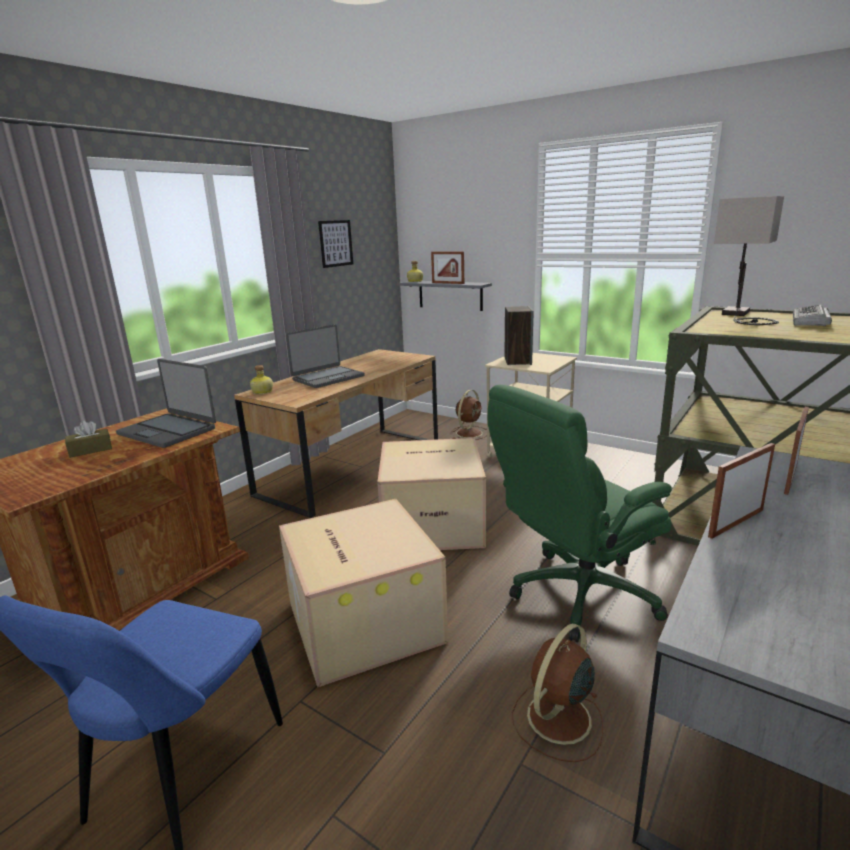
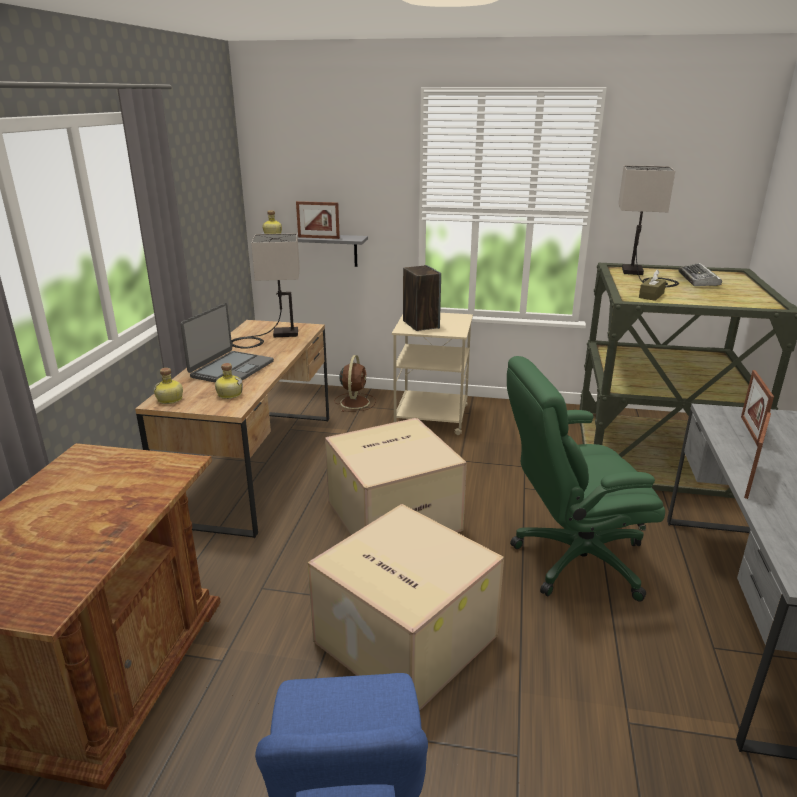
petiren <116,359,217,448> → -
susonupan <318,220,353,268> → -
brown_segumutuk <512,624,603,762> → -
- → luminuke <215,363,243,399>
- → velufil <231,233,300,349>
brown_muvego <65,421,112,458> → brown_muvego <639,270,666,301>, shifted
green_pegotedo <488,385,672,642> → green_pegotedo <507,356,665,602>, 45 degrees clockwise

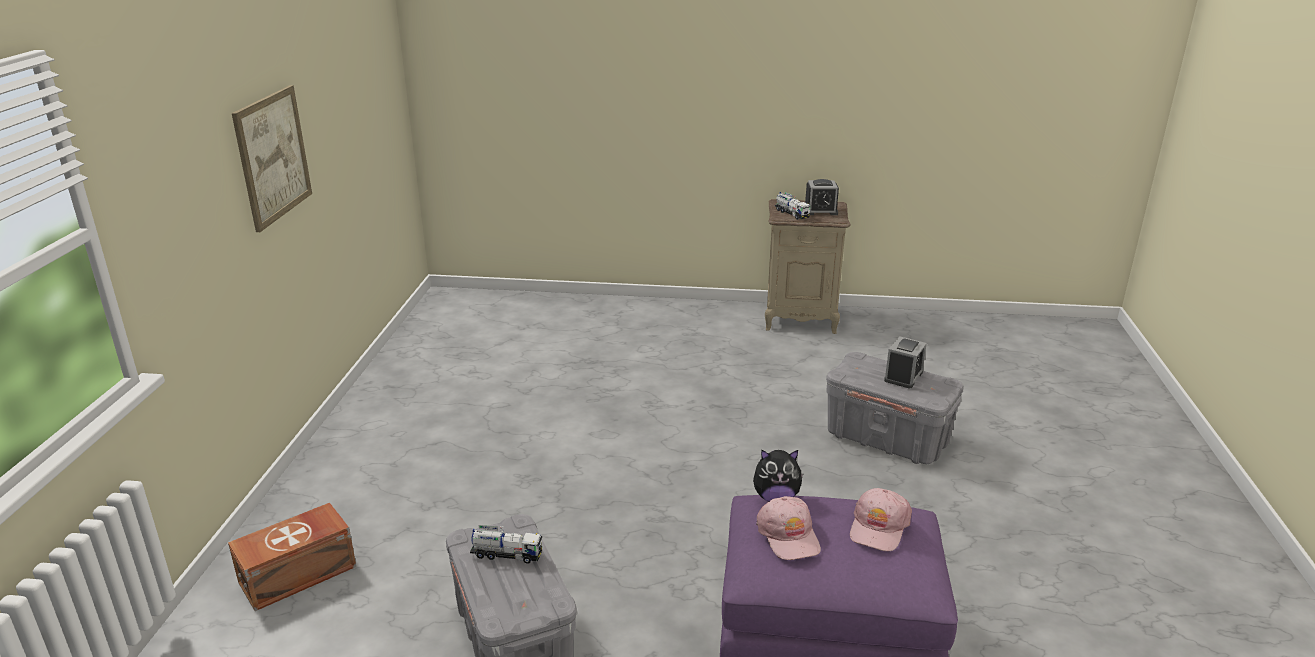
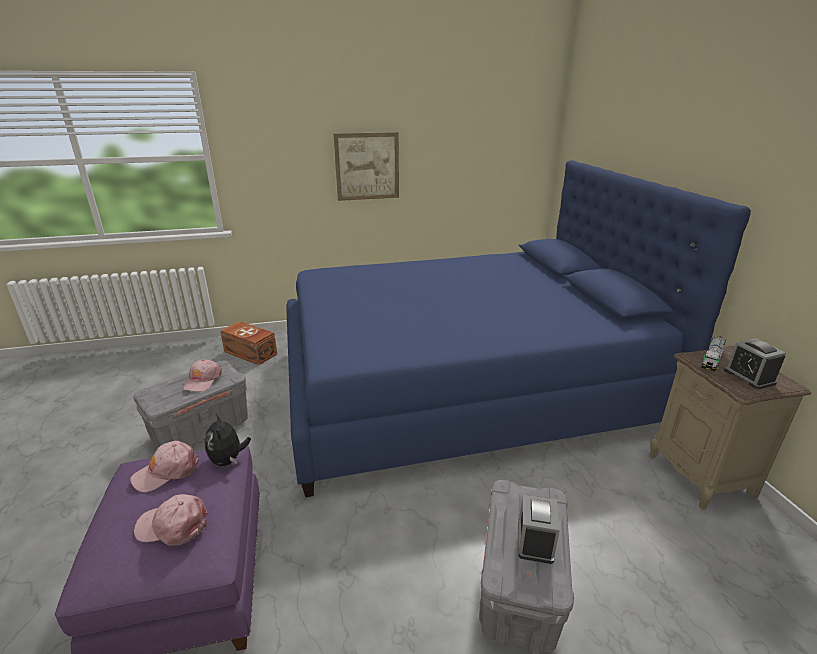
- → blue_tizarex <286,160,751,497>
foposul <470,525,543,564> → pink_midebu <183,359,222,392>
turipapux <884,336,927,388> → turipapux <518,495,560,564>, 90 degrees clockwise

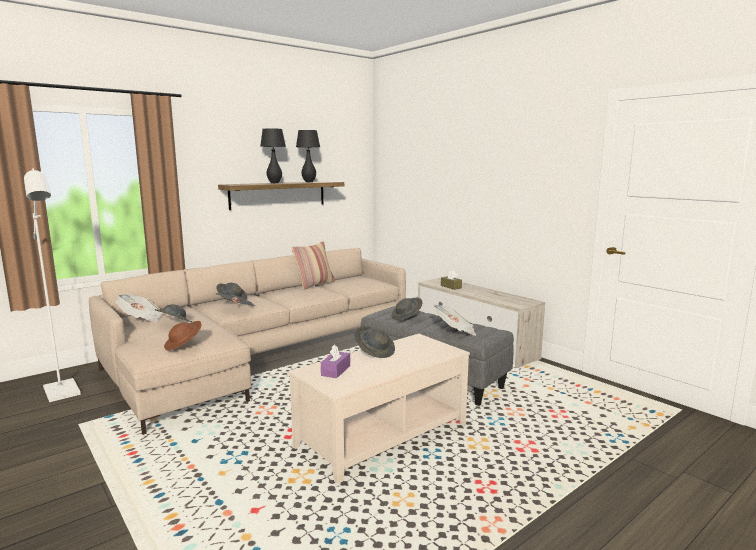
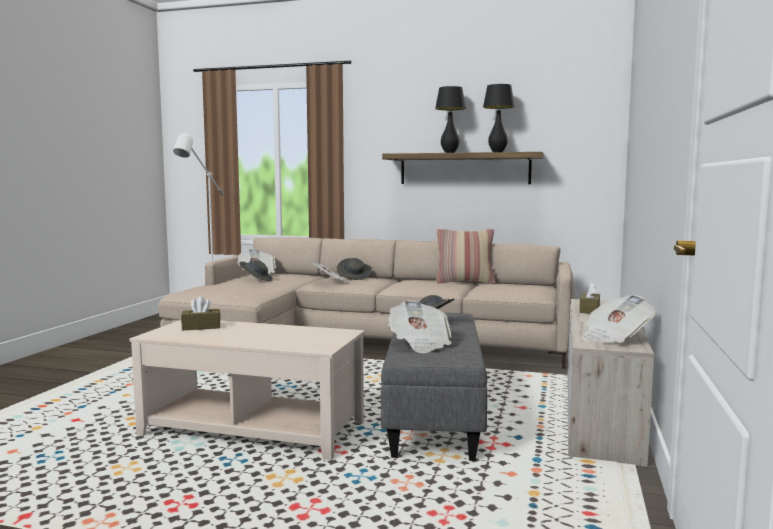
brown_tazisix <164,321,201,350> → -
grey_tazisix <355,326,395,358> → -
- → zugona <581,295,656,343>
purple_muvego <321,344,350,378> → brown_muvego <181,296,221,330>

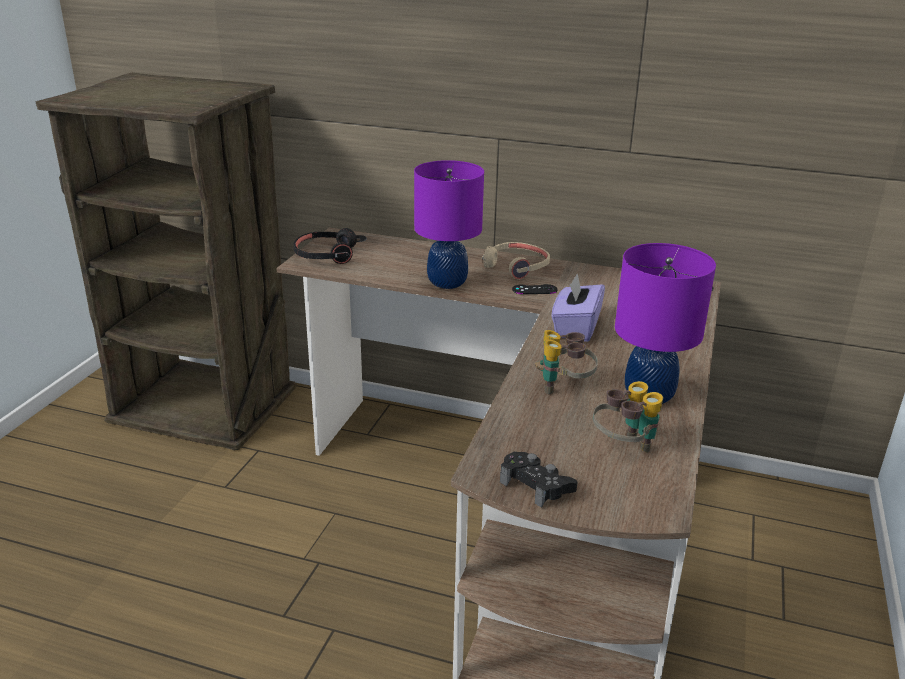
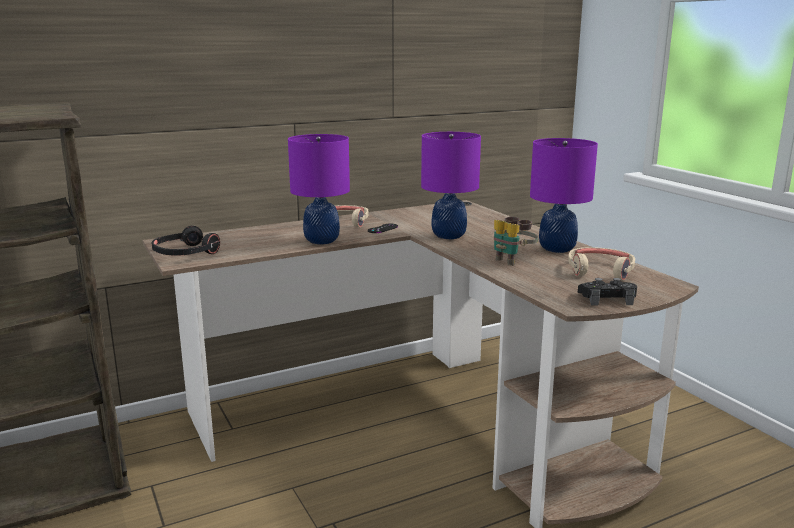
purple_muvego <551,274,605,342> → purple_velufil <421,132,481,239>
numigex <593,381,663,452> → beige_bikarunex <568,247,635,281>

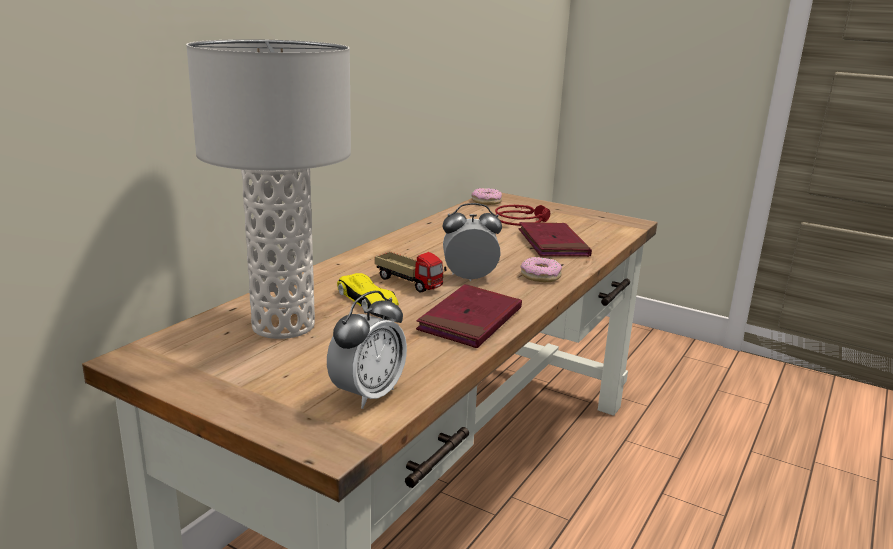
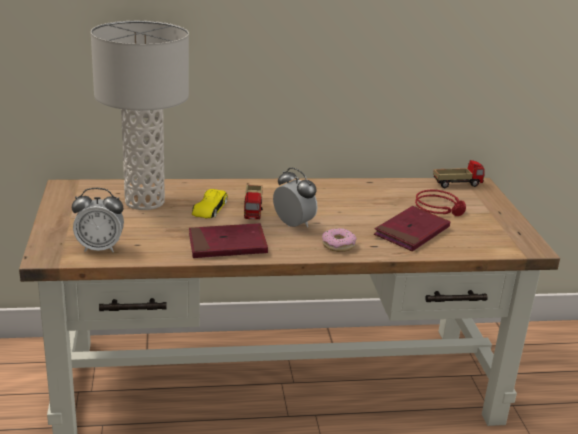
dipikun <471,188,502,205> → foposul <433,160,485,188>

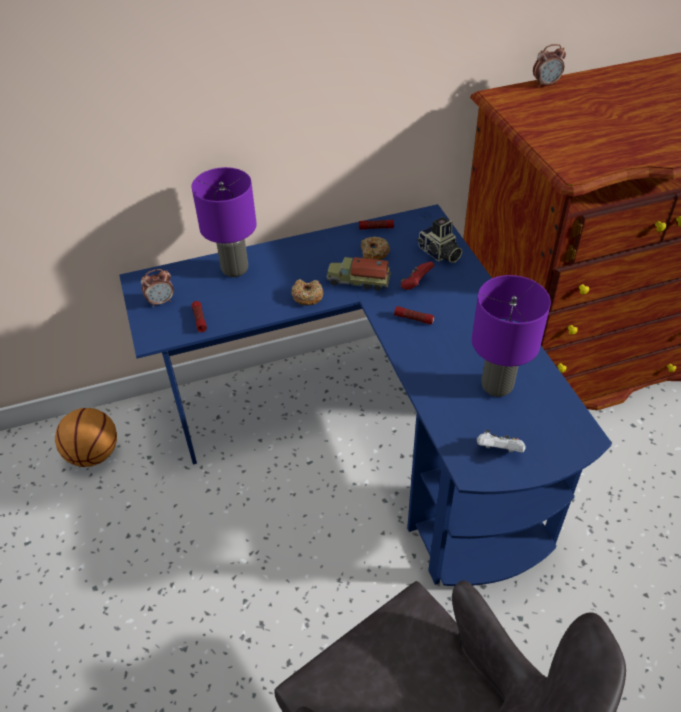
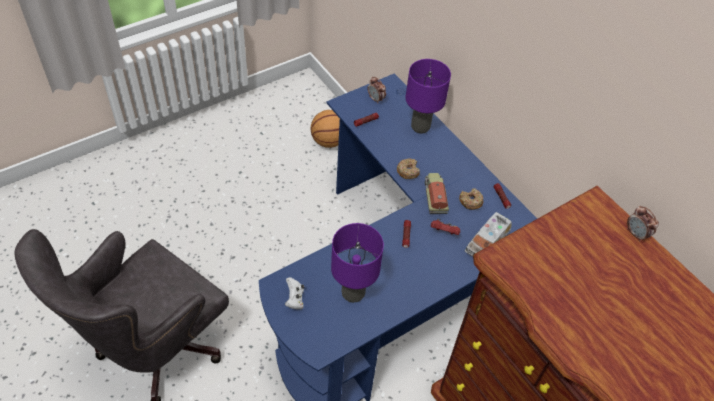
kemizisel <417,217,462,263> → foposul <465,212,512,256>

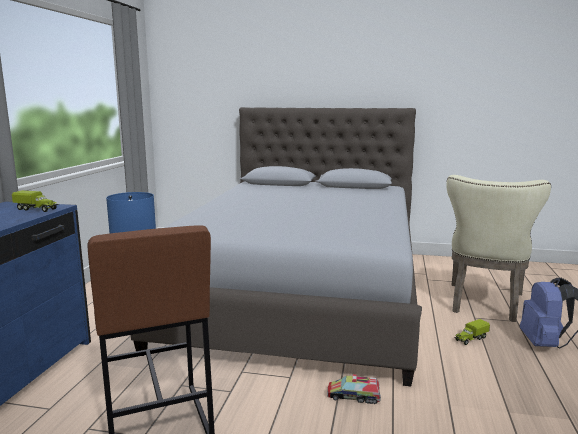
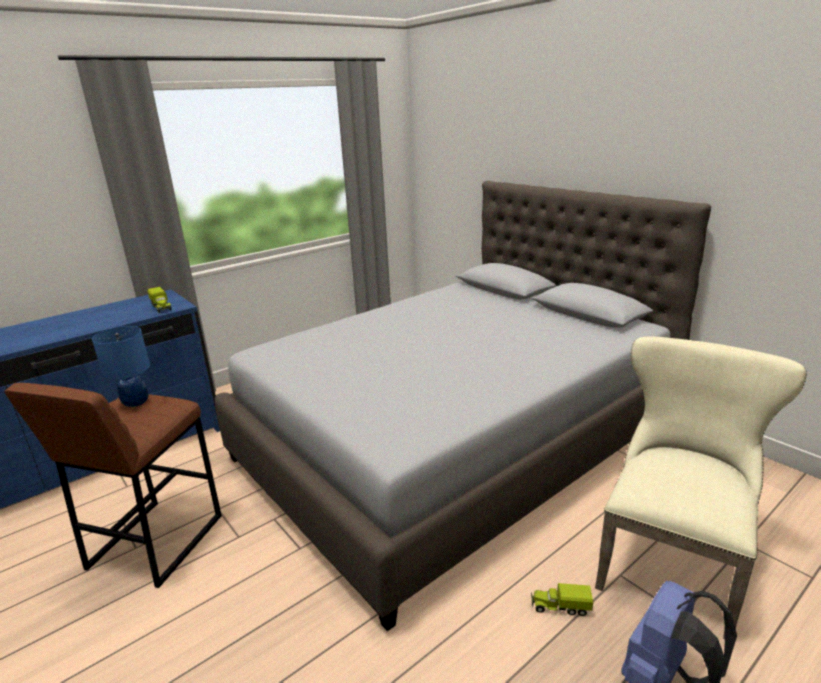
foposul <327,374,381,404> → -
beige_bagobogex <446,175,551,322> → beige_bagobogex <595,336,807,639>, 150 degrees clockwise

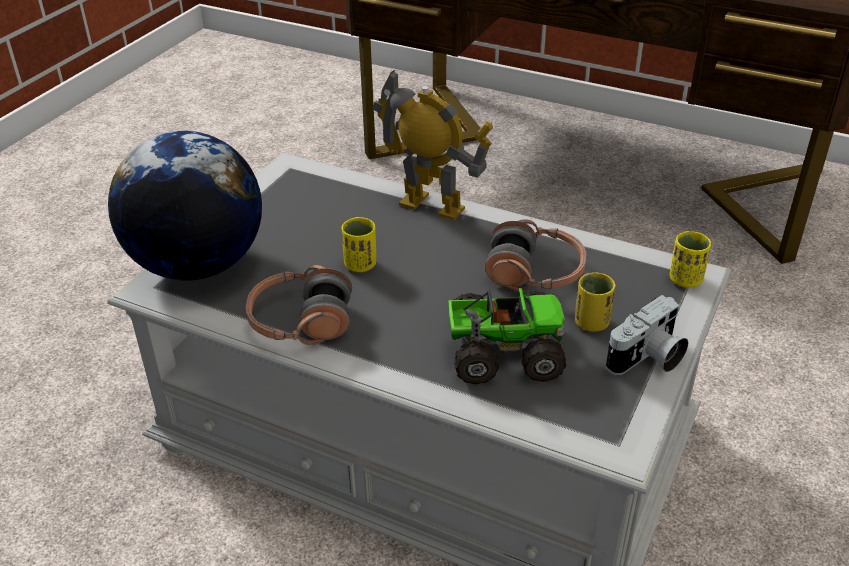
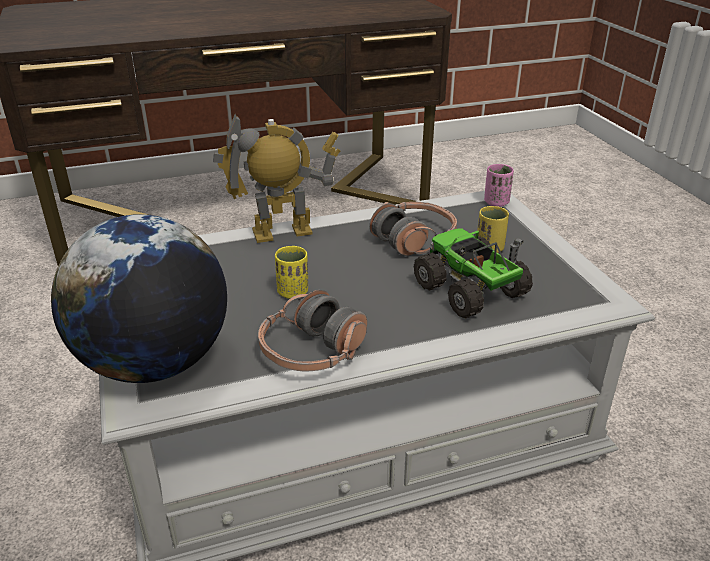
kemizisel <606,295,688,375> → -
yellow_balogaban <670,231,711,288> → pink_balogaban <484,164,514,207>
foposul <448,288,566,384> → foposul <413,229,533,318>, 75 degrees counterclockwise

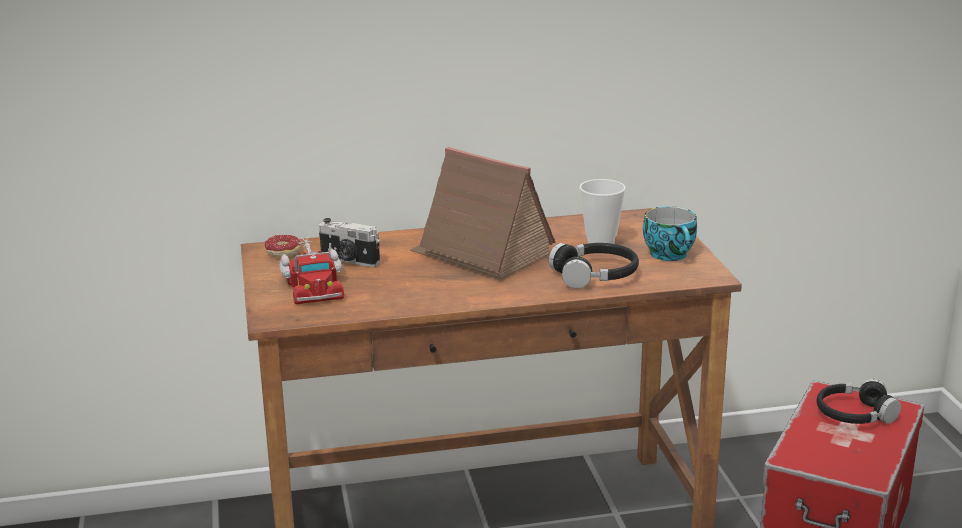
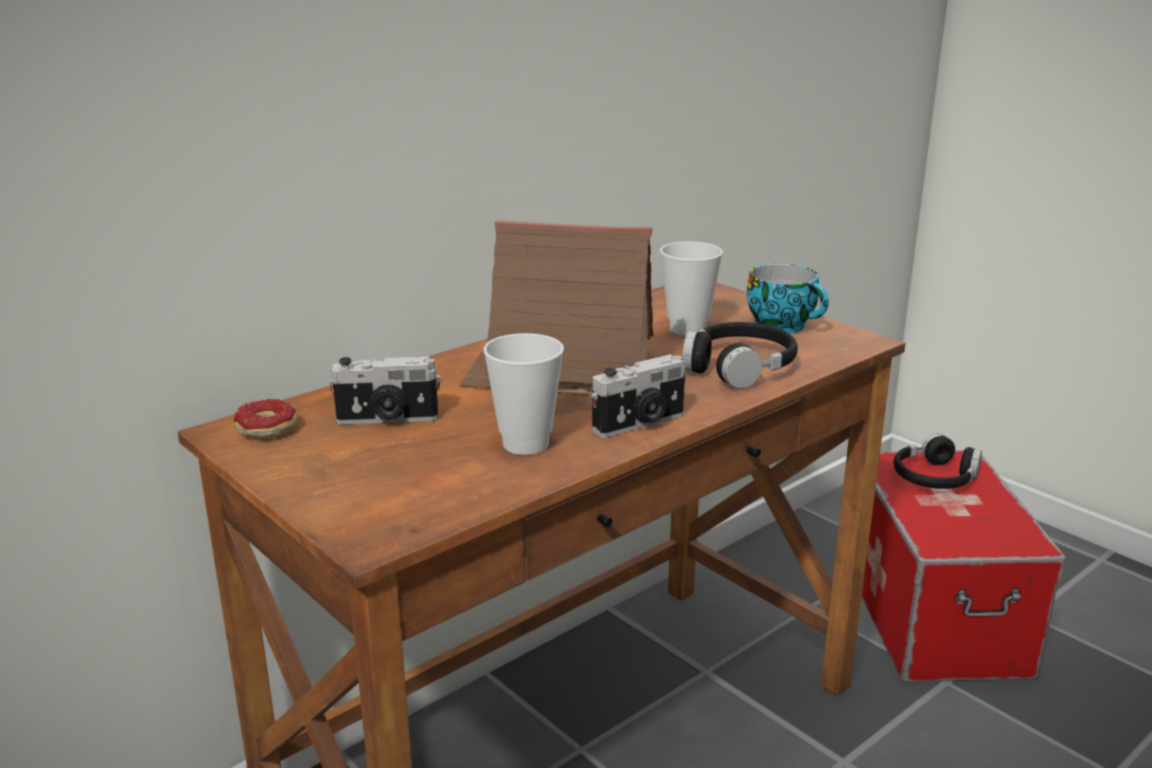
foposul <279,237,344,304> → -
- → balogaban <484,333,564,455>
- → kemizisel <591,354,686,438>

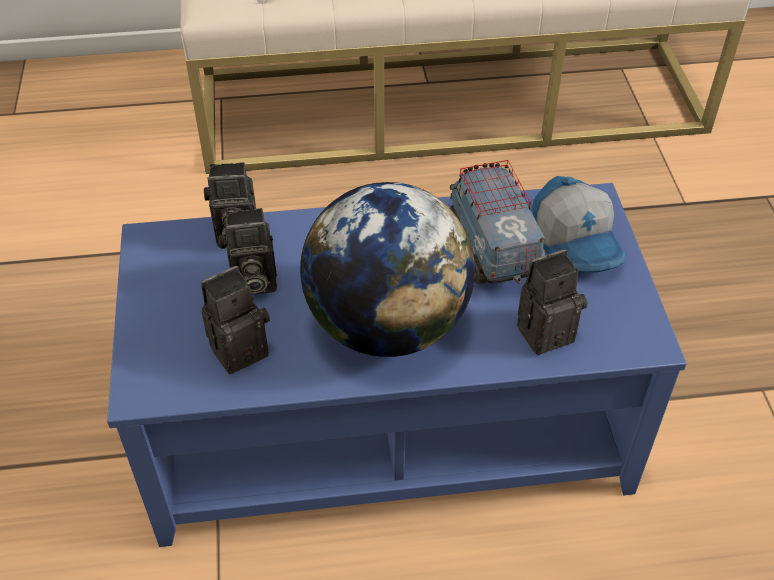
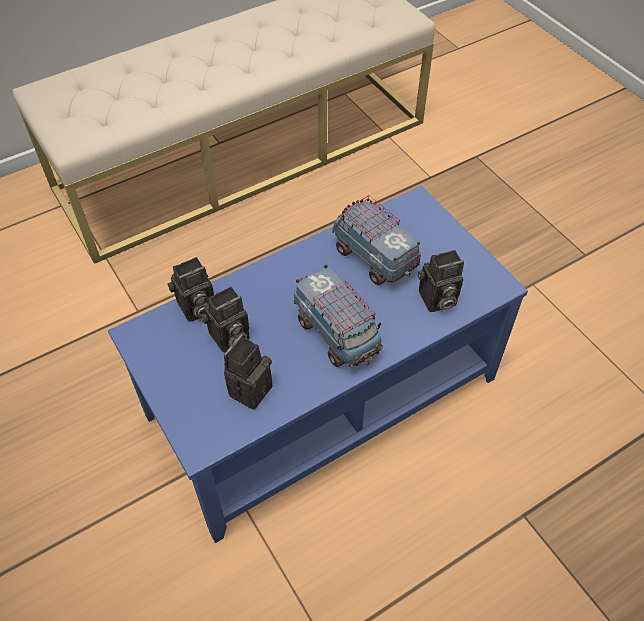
midebu <533,176,626,273> → -
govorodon <300,182,475,357> → foposul <294,265,383,367>
kemizisel <517,249,588,355> → kemizisel <418,250,464,312>, 150 degrees counterclockwise

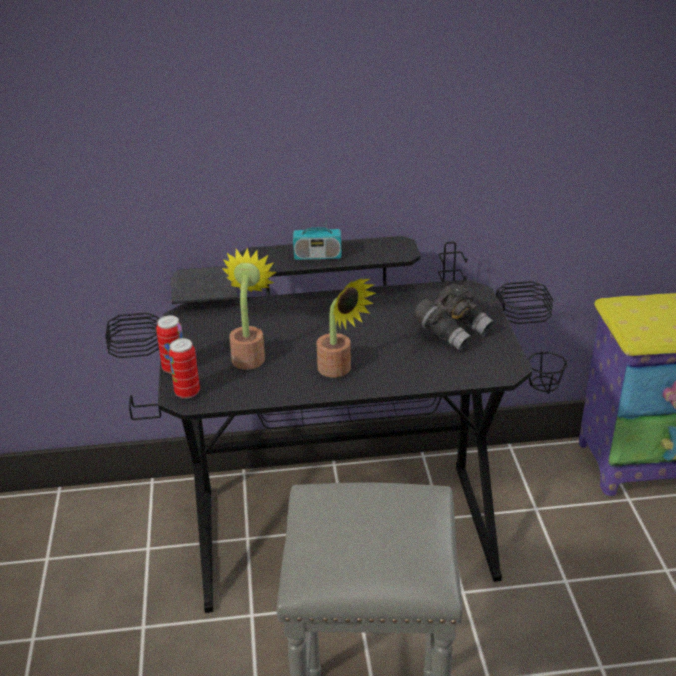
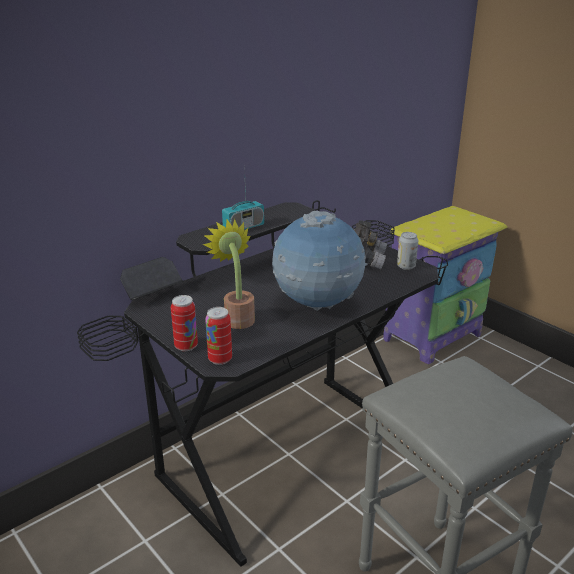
- → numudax <397,232,418,270>
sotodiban <317,278,376,377> → govorodon <272,211,368,311>

